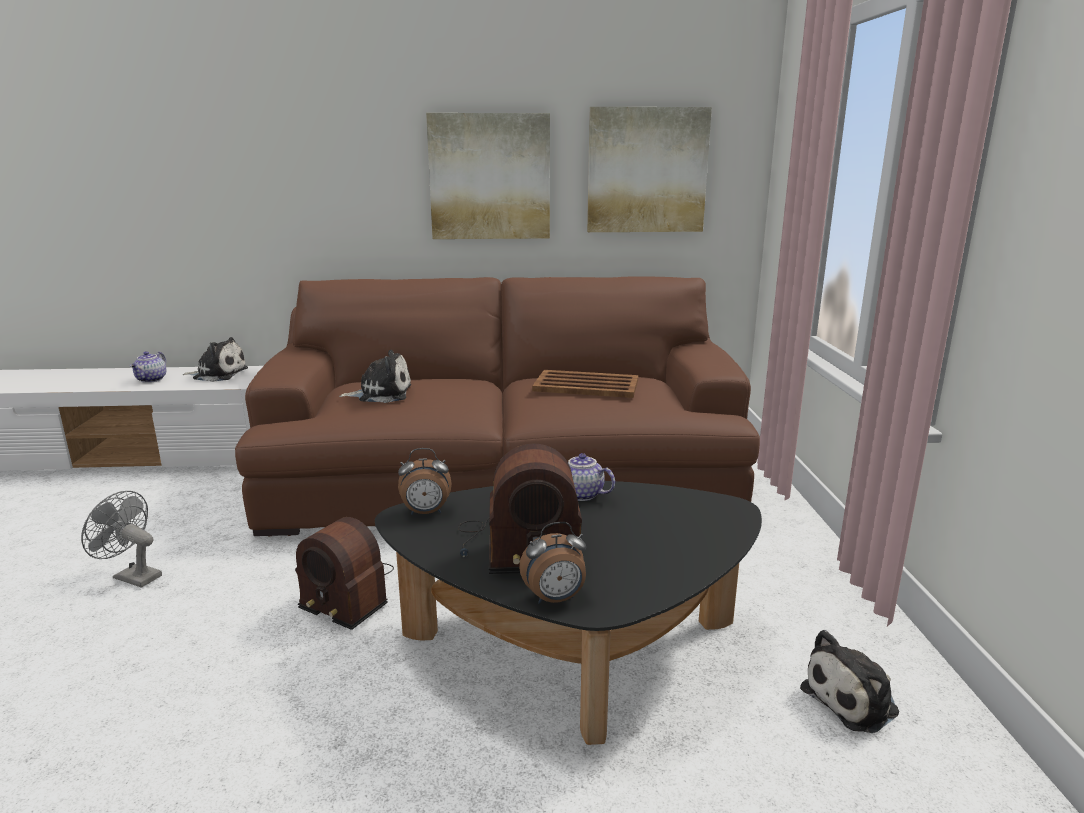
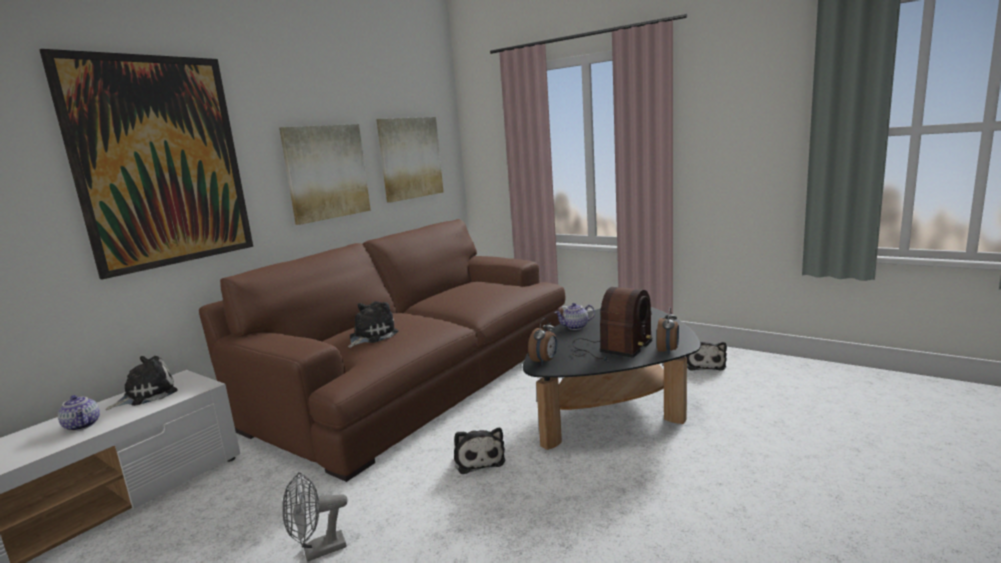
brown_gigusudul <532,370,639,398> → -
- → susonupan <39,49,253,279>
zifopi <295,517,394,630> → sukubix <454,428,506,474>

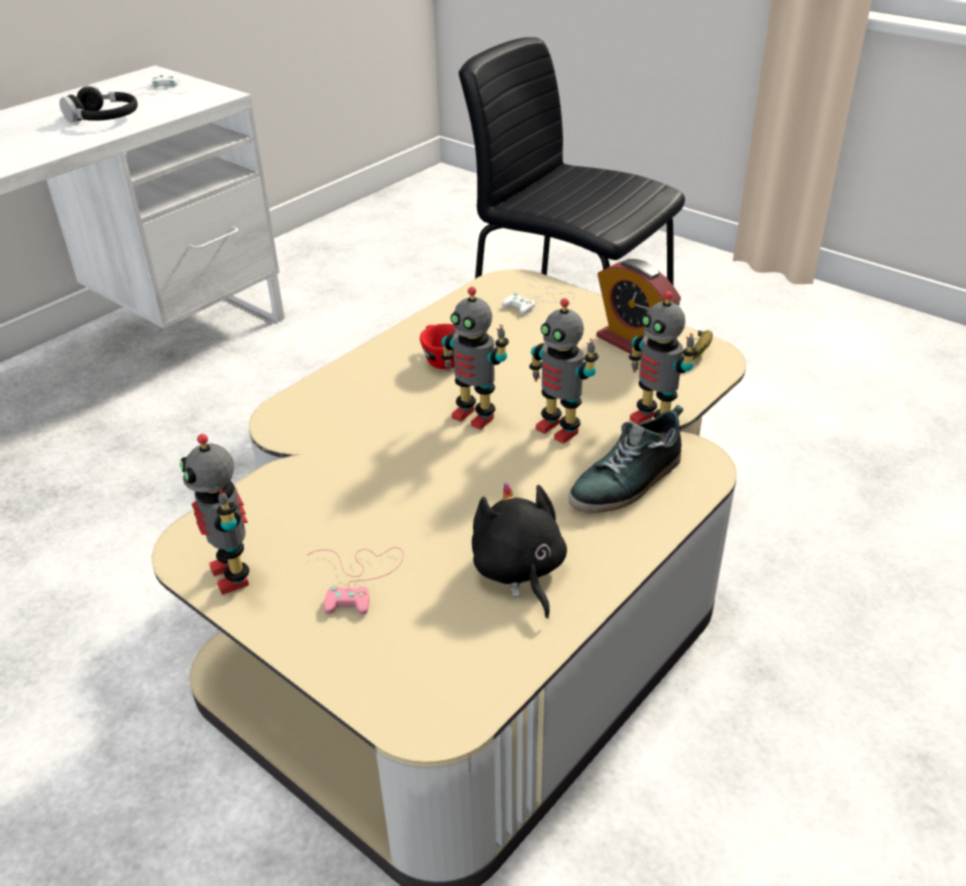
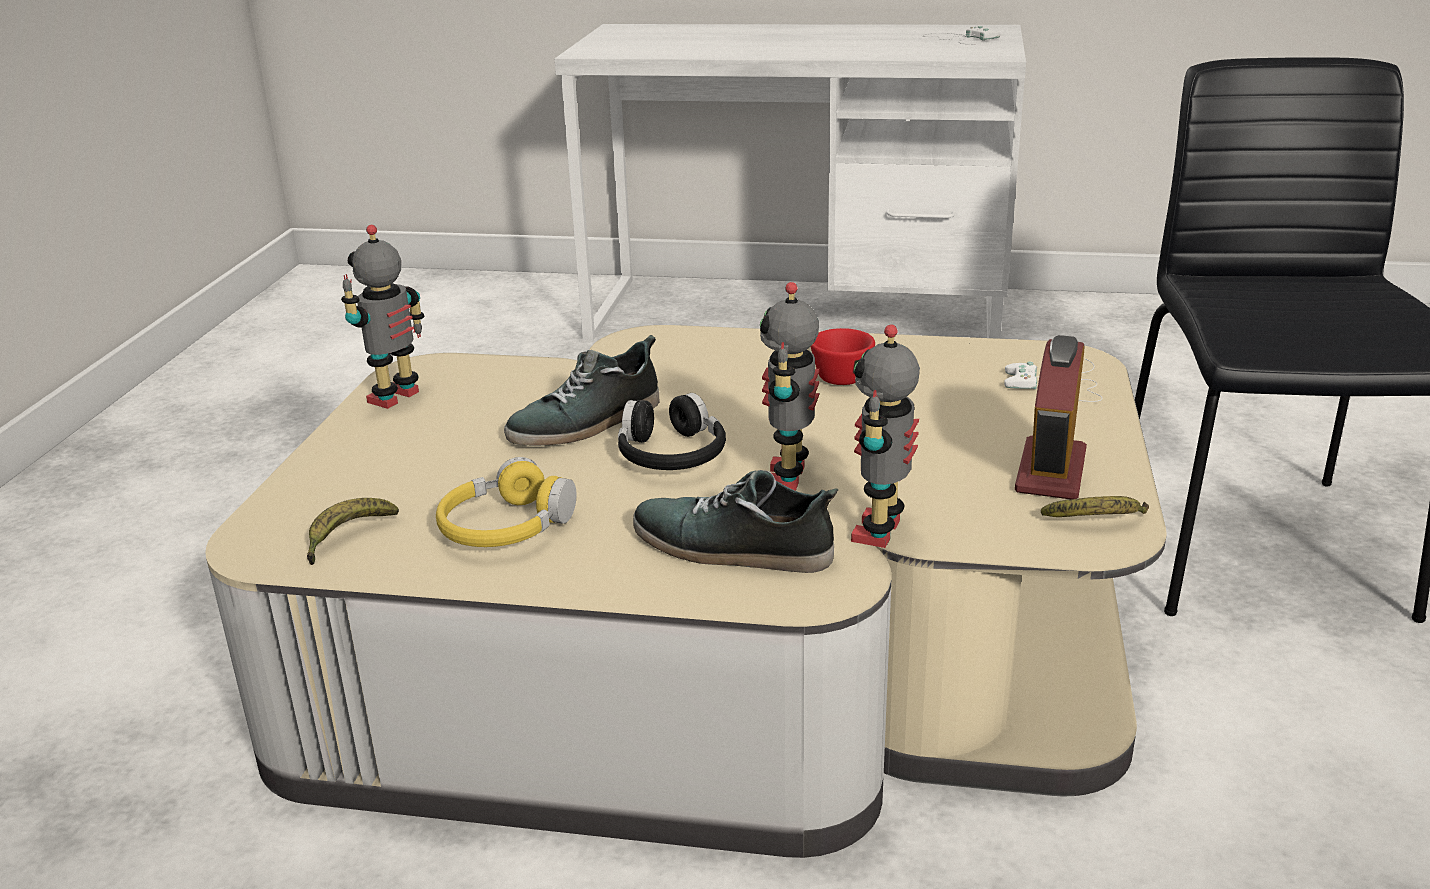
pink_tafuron <307,547,404,615> → -
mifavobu <441,287,509,430> → -
- → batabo <307,498,399,565>
- → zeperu <504,335,659,446>
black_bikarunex <60,85,138,122> → black_bikarunex <618,393,726,470>, shifted
black_sukubix <472,482,567,618> → yellow_bikarunex <436,457,576,547>

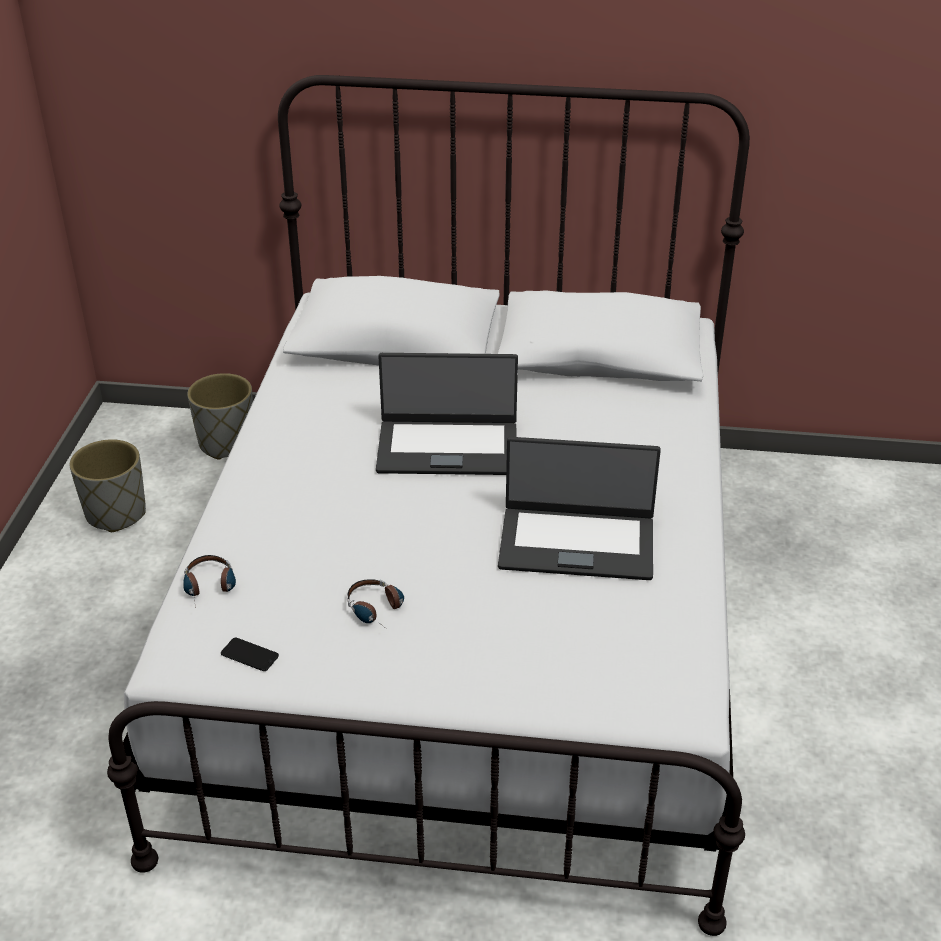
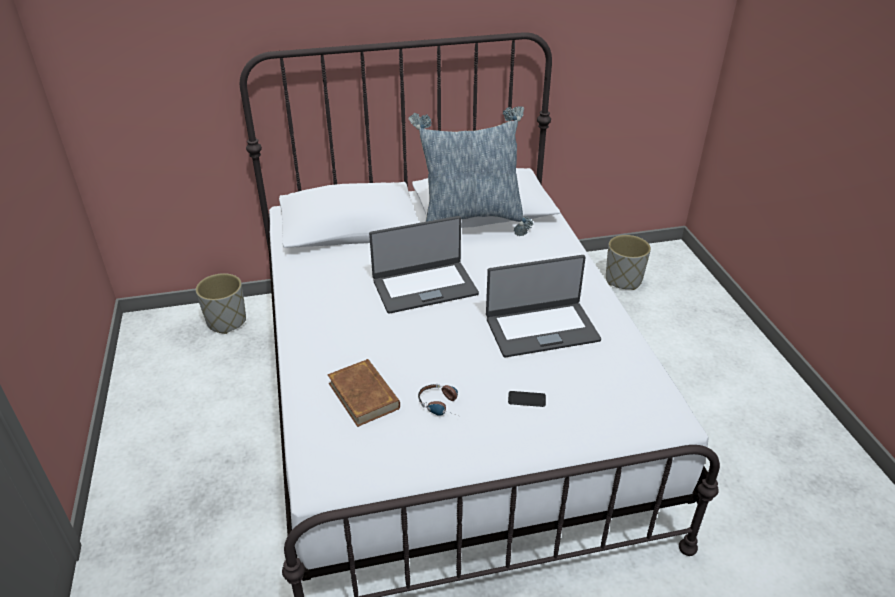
bikarunex <183,555,236,608> → -
- → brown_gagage <327,359,400,427>
- → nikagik <408,106,533,236>
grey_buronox <69,439,146,532> → grey_buronox <606,235,651,290>, shifted
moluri <221,638,279,671> → moluri <508,391,546,407>, shifted

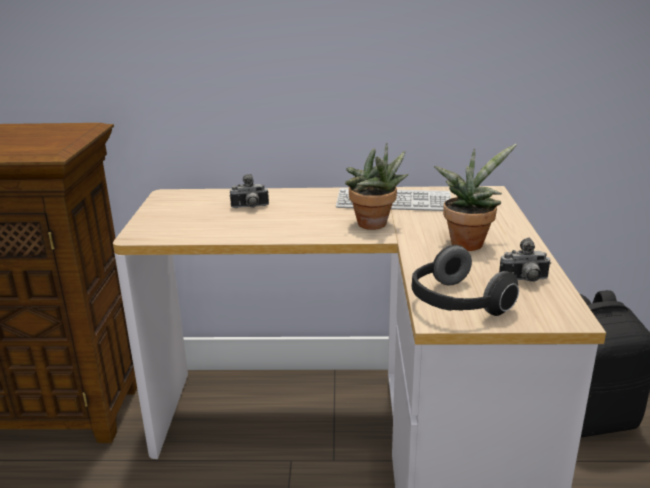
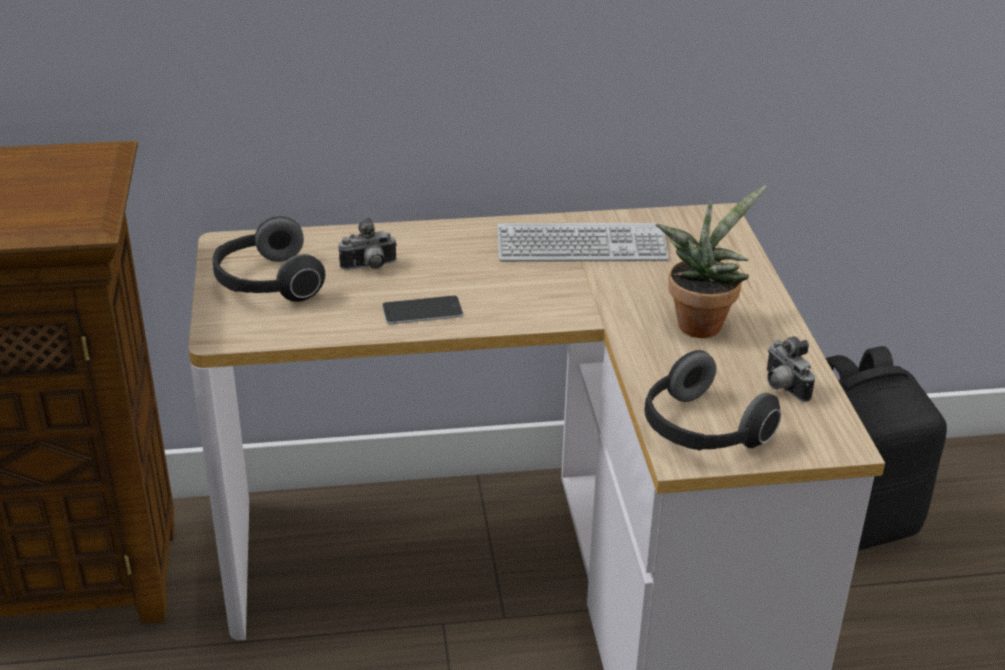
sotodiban <345,143,409,230> → -
- → bikarunex <213,216,325,302>
- → moluri <382,296,463,324>
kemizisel <499,238,551,282> → kemizisel <766,336,815,402>, 75 degrees clockwise

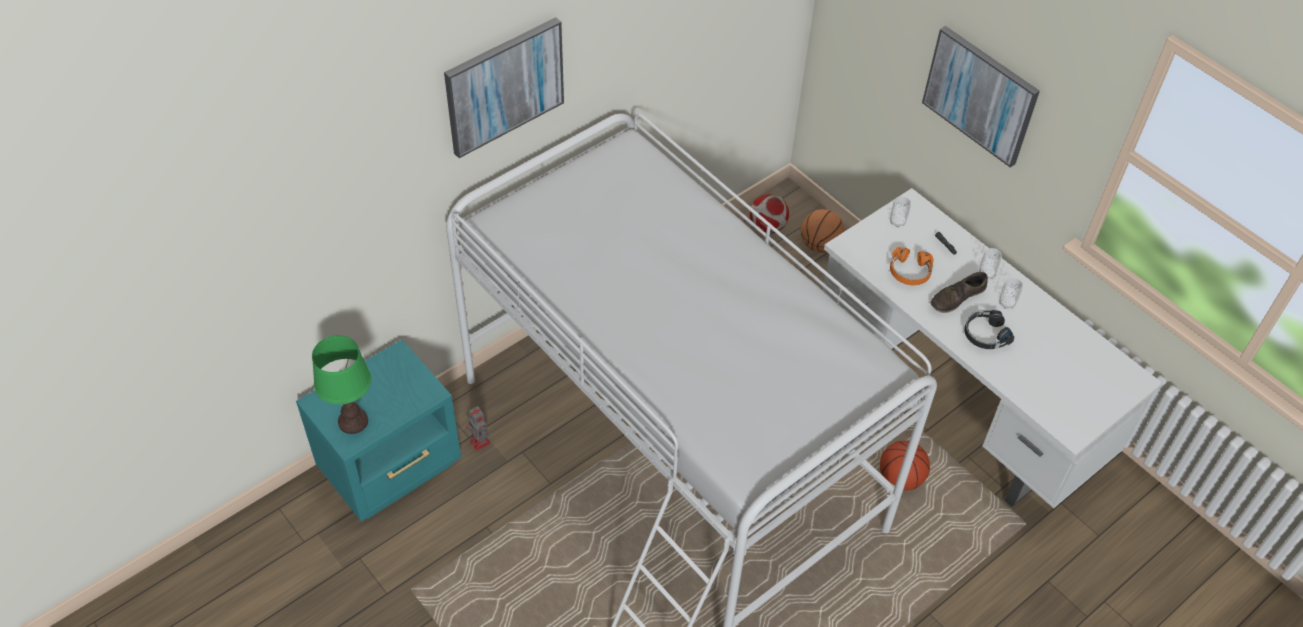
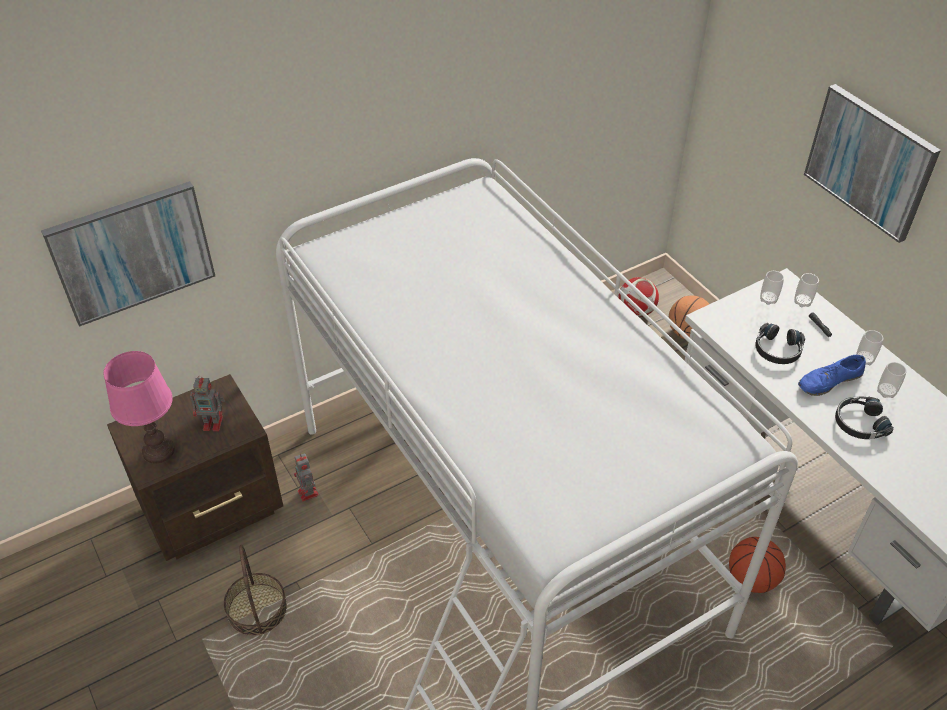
- → mifavobu <190,376,225,431>
- → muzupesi <224,545,287,636>
- → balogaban <794,273,819,307>
susonupan <444,17,564,158> → susonupan <41,181,215,327>, shifted
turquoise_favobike <296,340,461,522> → brown_favobike <107,374,283,561>
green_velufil <312,335,371,434> → pink_velufil <103,351,175,463>
orange_bikarunex <890,247,934,285> → black_bikarunex <755,323,805,364>
brown_zeperu <931,272,988,313> → blue_zeperu <798,355,866,396>

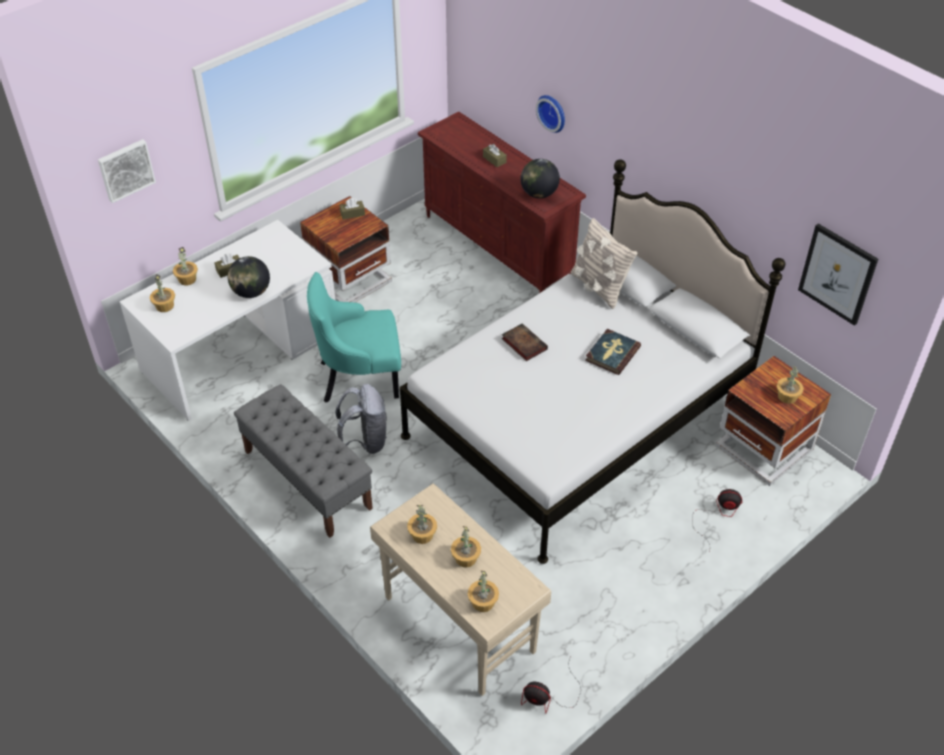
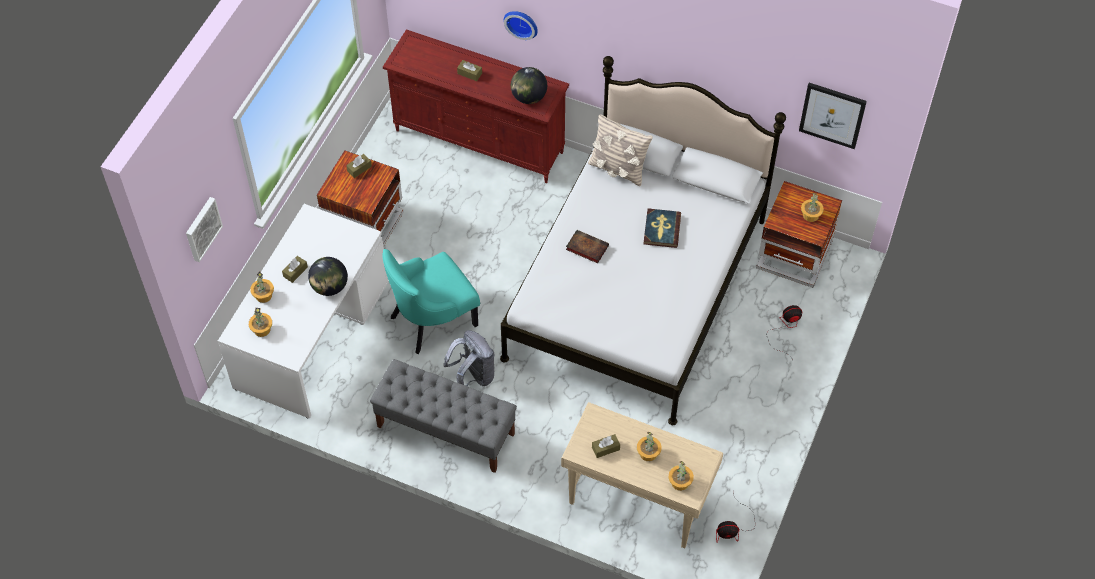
sotodiban <407,505,437,544> → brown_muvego <592,434,620,458>

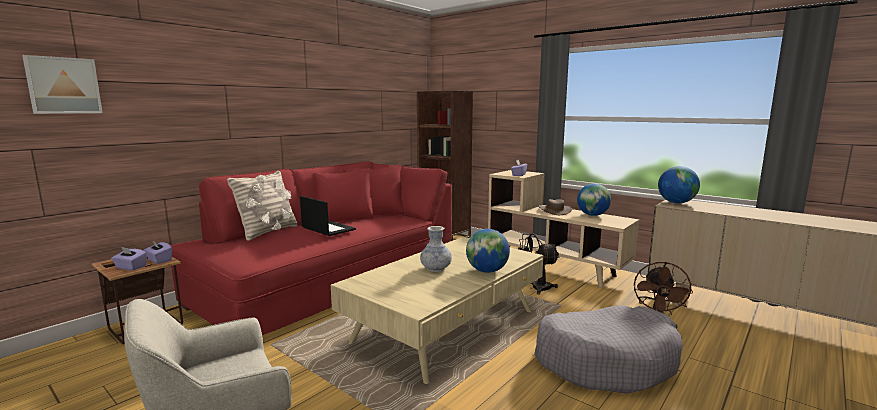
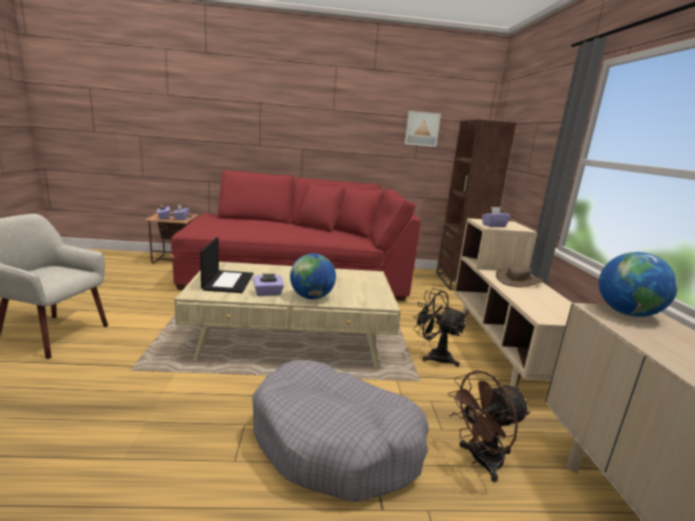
beige_nikagik <227,171,298,241> → -
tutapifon <420,226,452,272> → -
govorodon <577,183,611,216> → -
- → purple_muvego <253,273,284,296>
susonupan <22,55,103,114> → susonupan <405,111,441,147>, shifted
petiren <300,196,356,236> → petiren <200,237,253,293>, shifted

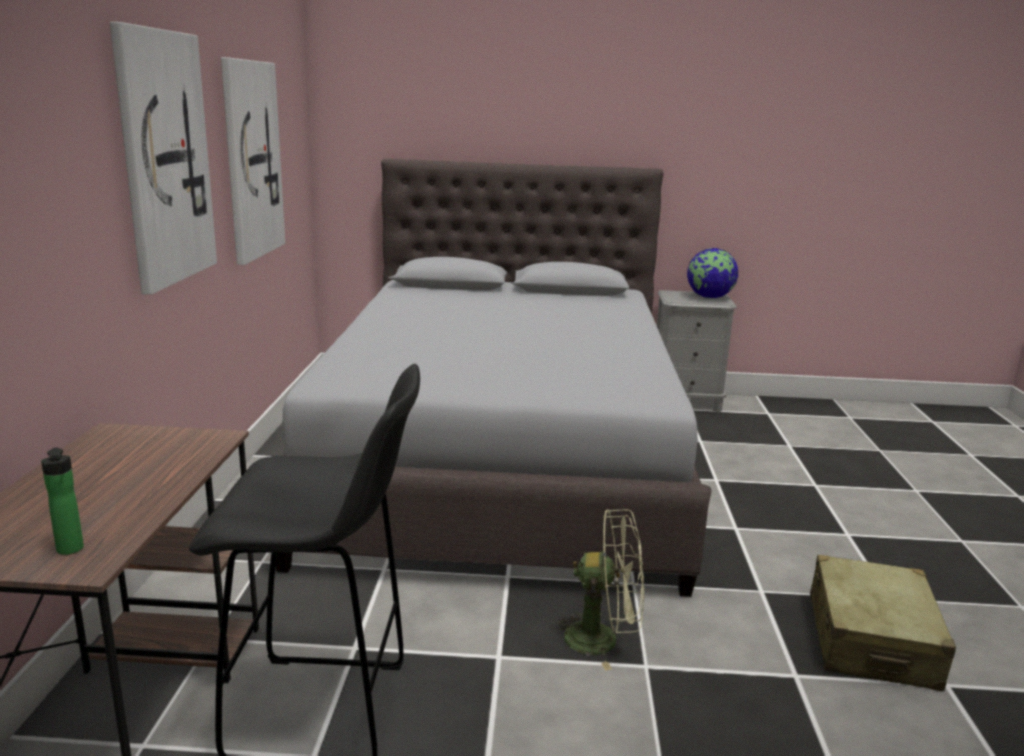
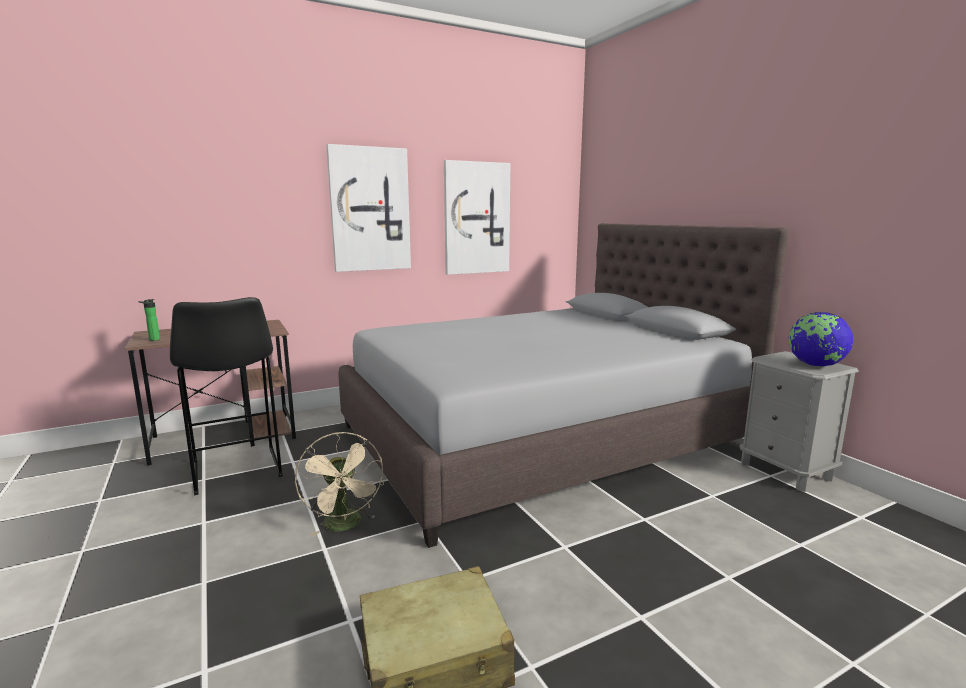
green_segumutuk <550,509,644,671> → beige_segumutuk <295,432,384,536>

